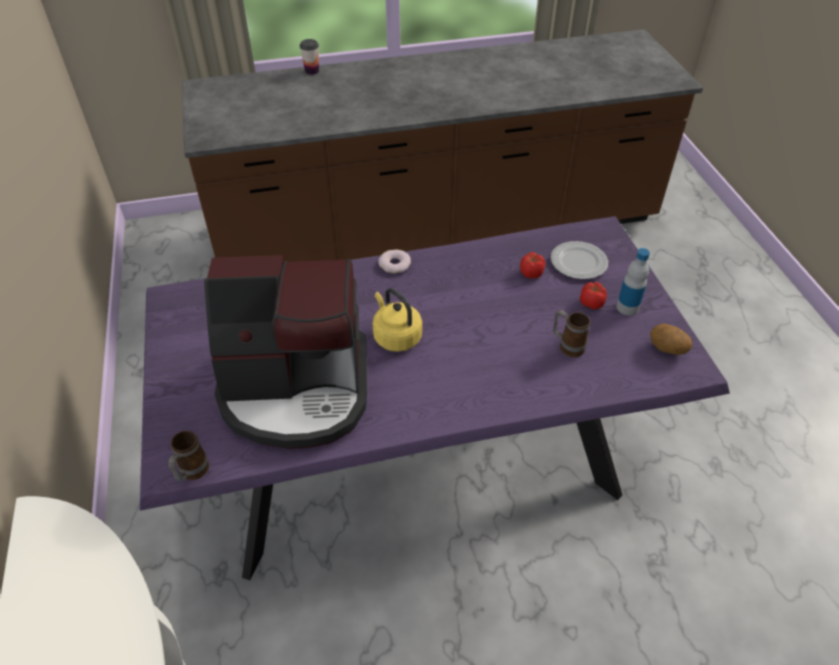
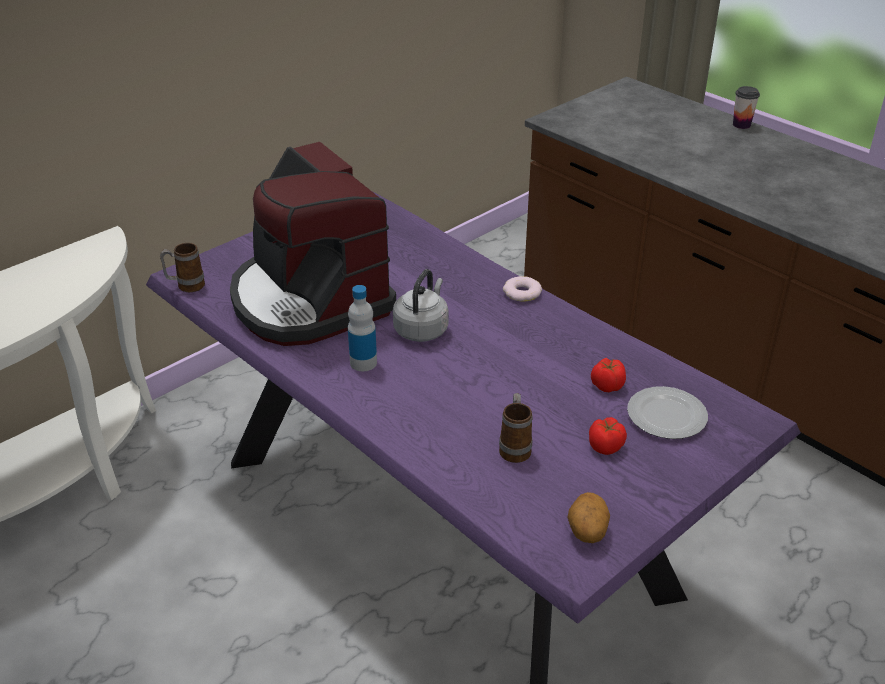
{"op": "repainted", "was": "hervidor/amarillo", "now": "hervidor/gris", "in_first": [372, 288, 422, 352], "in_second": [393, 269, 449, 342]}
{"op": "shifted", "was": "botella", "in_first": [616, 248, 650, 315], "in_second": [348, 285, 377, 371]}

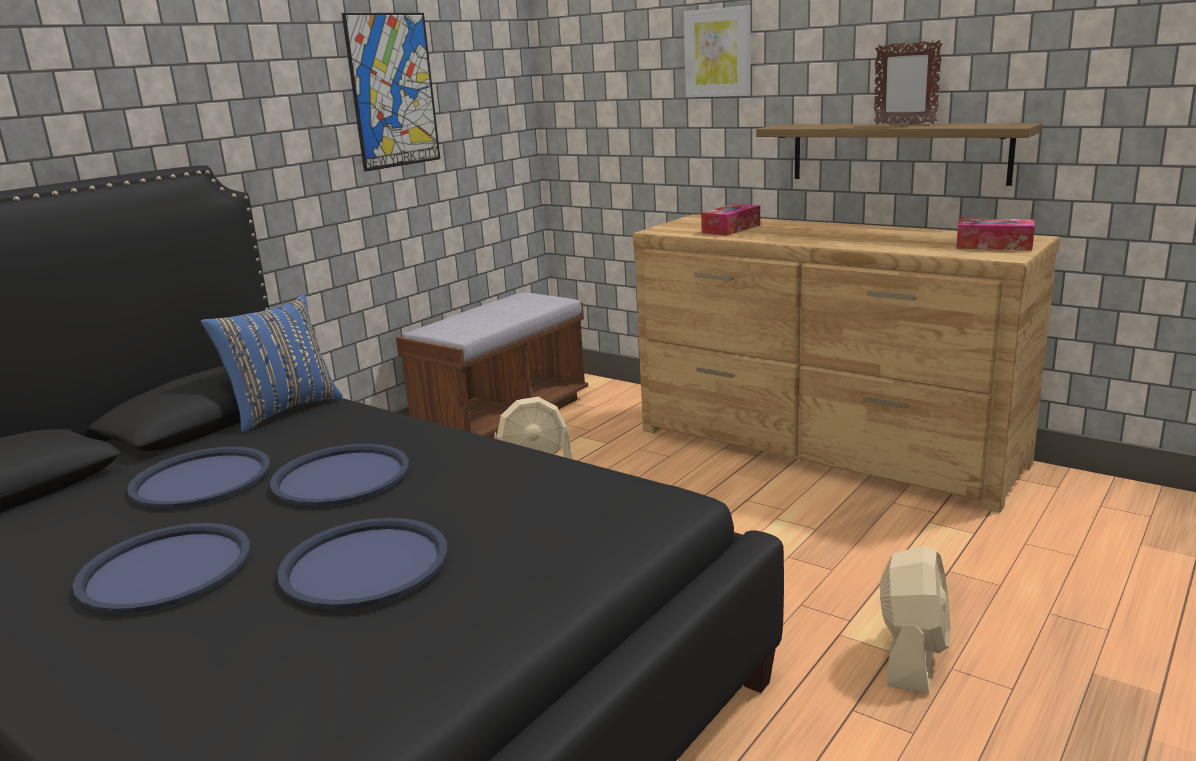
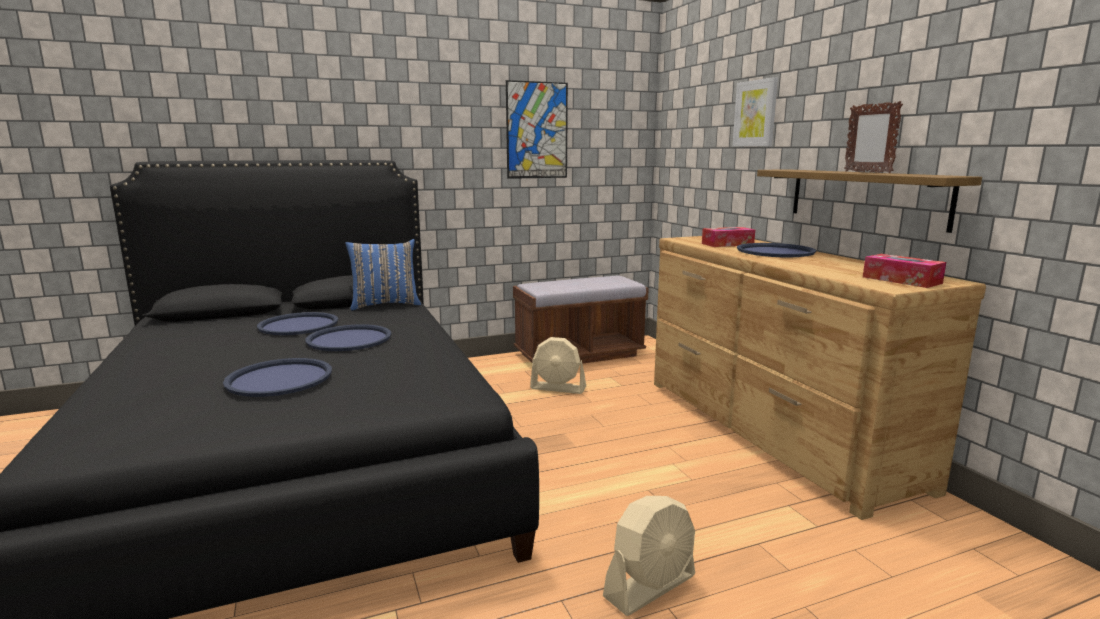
{"op": "shifted", "was": "bandeja/azul", "in_first": [72, 523, 250, 613], "in_second": [737, 243, 816, 257]}

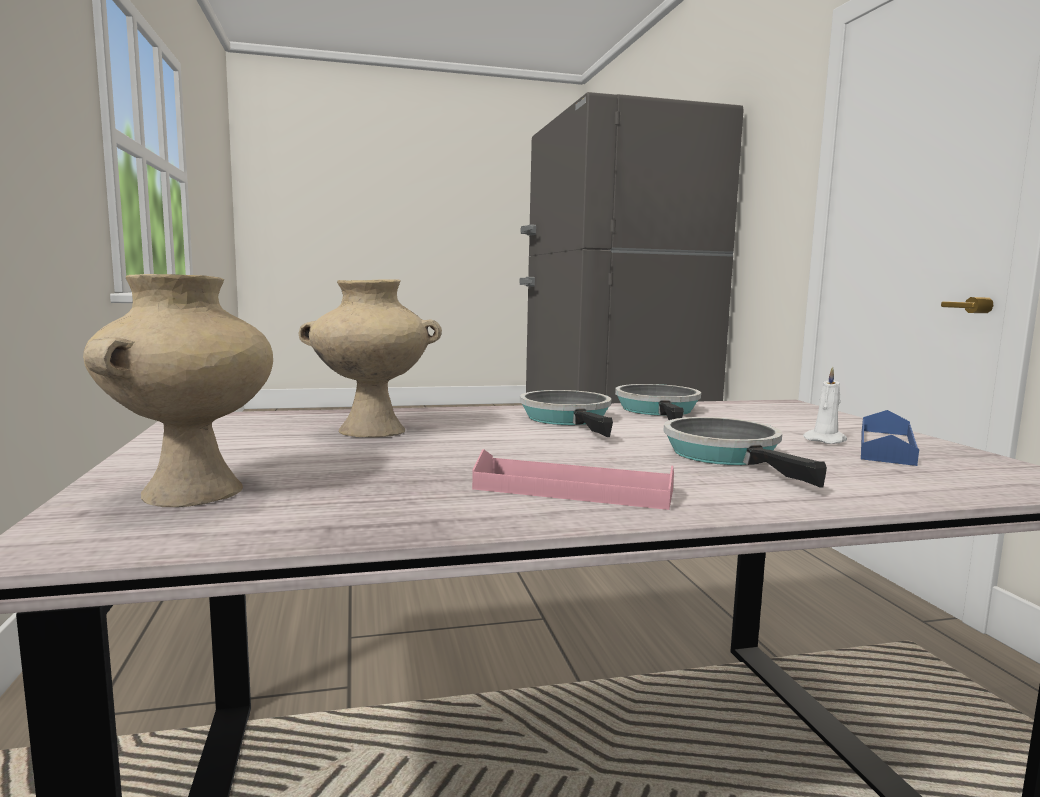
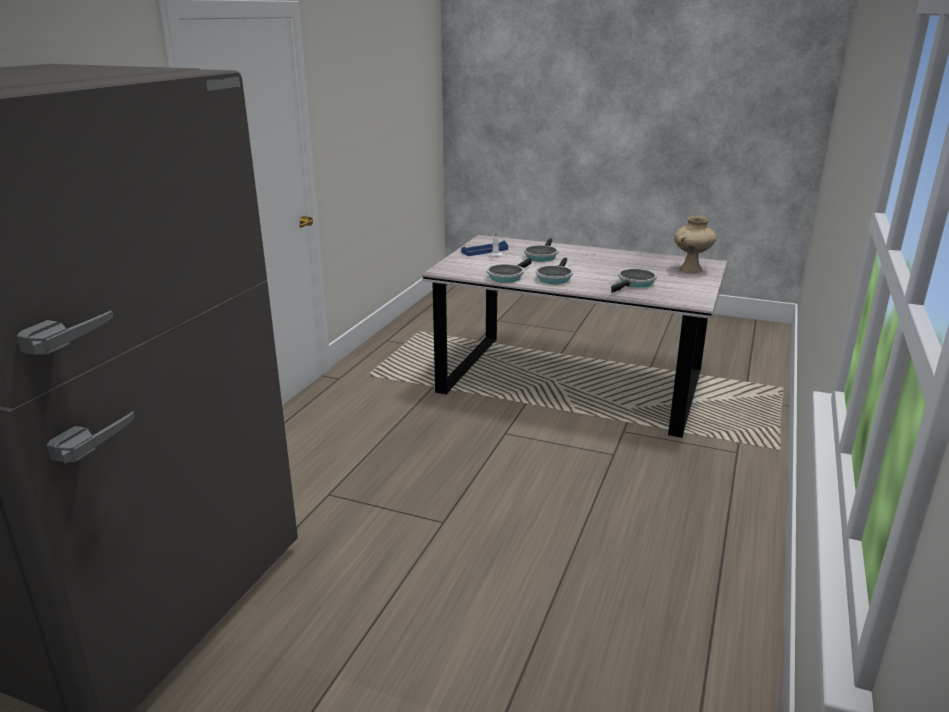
{"op": "swapped", "was": "florero/beis", "now": "sartén", "in_first": [298, 279, 442, 437], "in_second": [611, 269, 657, 293]}
{"op": "gone", "was": "bandeja/rosa", "in_first": [472, 449, 674, 510]}

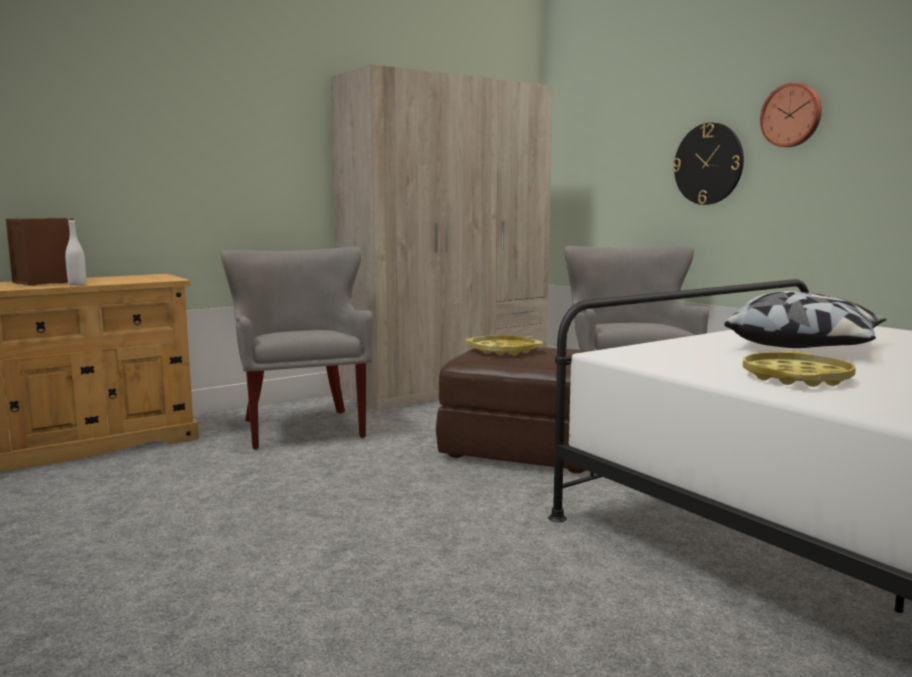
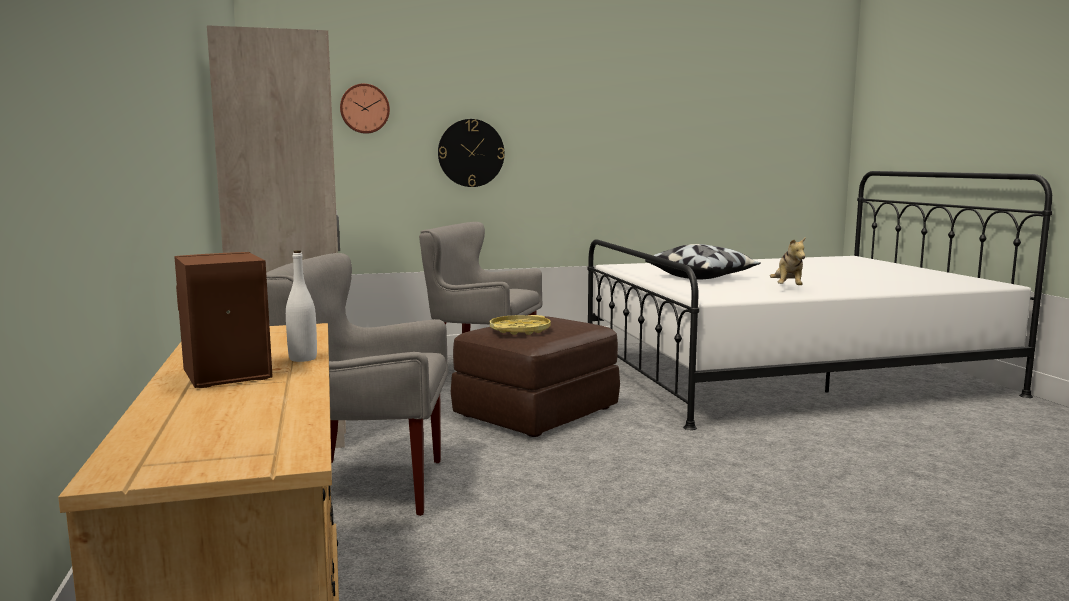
{"op": "swapped", "was": "bandeja/amarillo", "now": "peluche", "in_first": [743, 351, 856, 387], "in_second": [770, 237, 806, 285]}
{"op": "shifted", "was": "reloj de pared", "in_first": [760, 83, 822, 147], "in_second": [340, 83, 390, 134]}

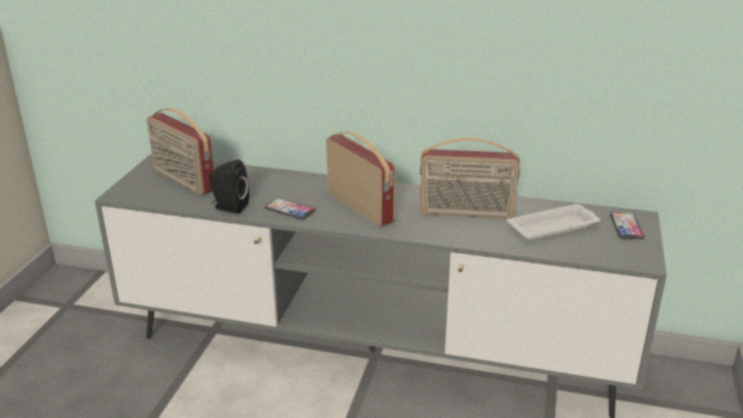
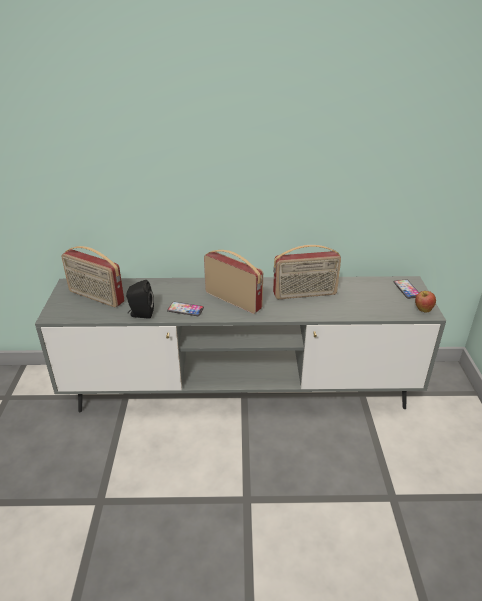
{"op": "gone", "was": "bandeja/blanco", "in_first": [507, 204, 600, 240]}
{"op": "new", "now": "manzana", "in_second": [415, 291, 436, 313]}

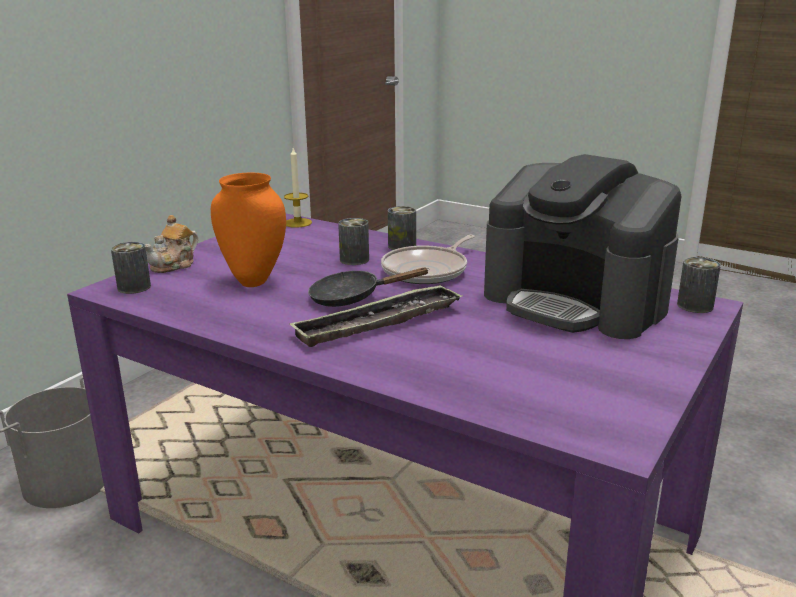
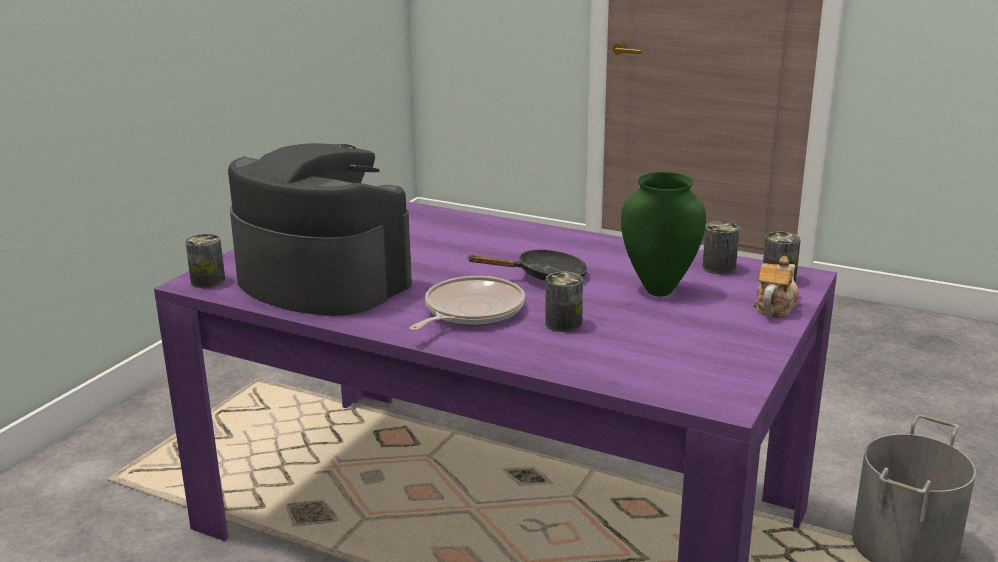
{"op": "repainted", "was": "florero/naranja", "now": "florero/verde", "in_first": [211, 173, 286, 287], "in_second": [621, 172, 706, 297]}
{"op": "gone", "was": "vela", "in_first": [284, 148, 312, 228]}
{"op": "gone", "was": "bandeja", "in_first": [289, 284, 463, 347]}
{"op": "shifted", "was": "lata", "in_first": [388, 206, 416, 250], "in_second": [702, 221, 739, 274]}

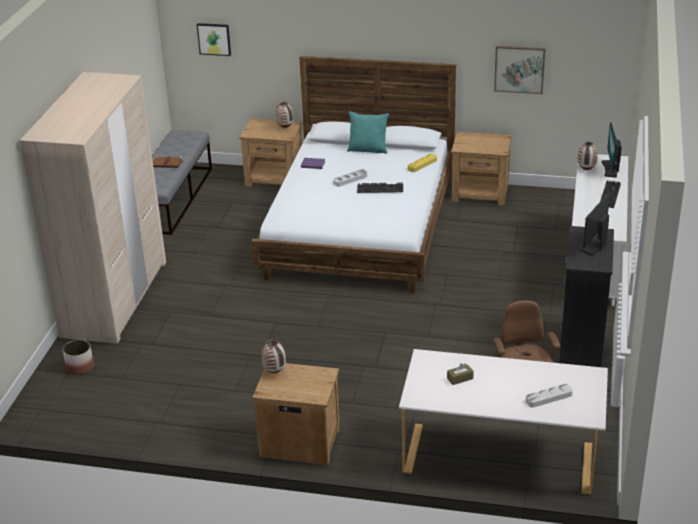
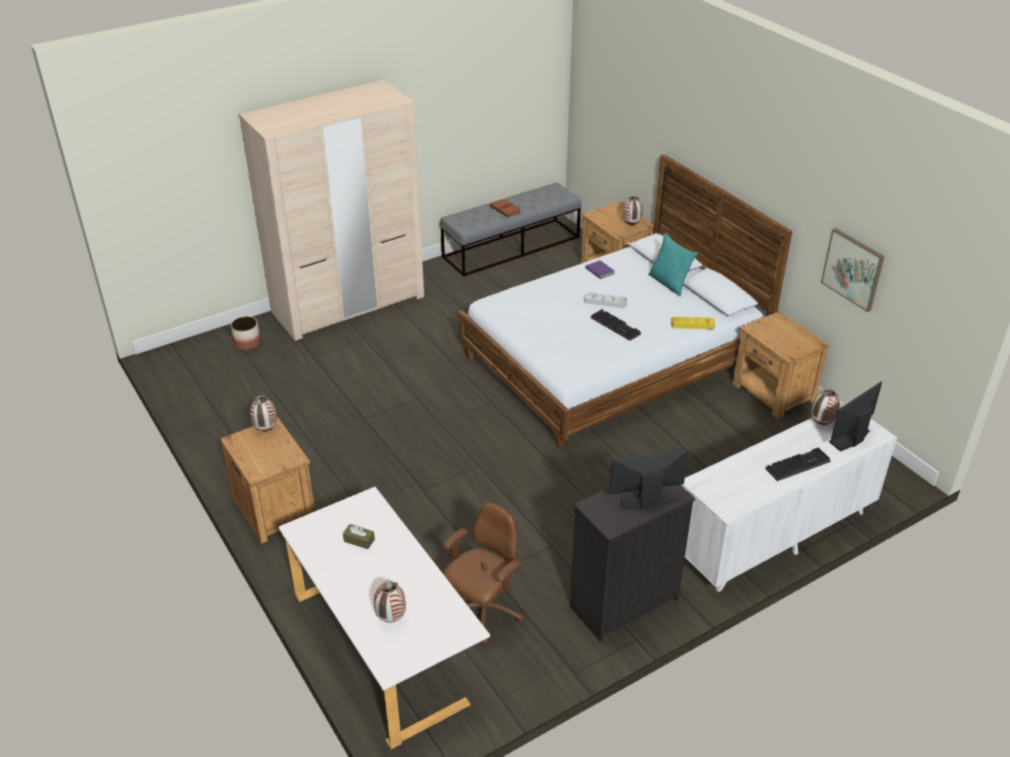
{"op": "gone", "was": "cuadro", "in_first": [197, 23, 231, 56]}
{"op": "swapped", "was": "bandeja/gris", "now": "florero", "in_first": [526, 384, 573, 408], "in_second": [374, 581, 406, 623]}

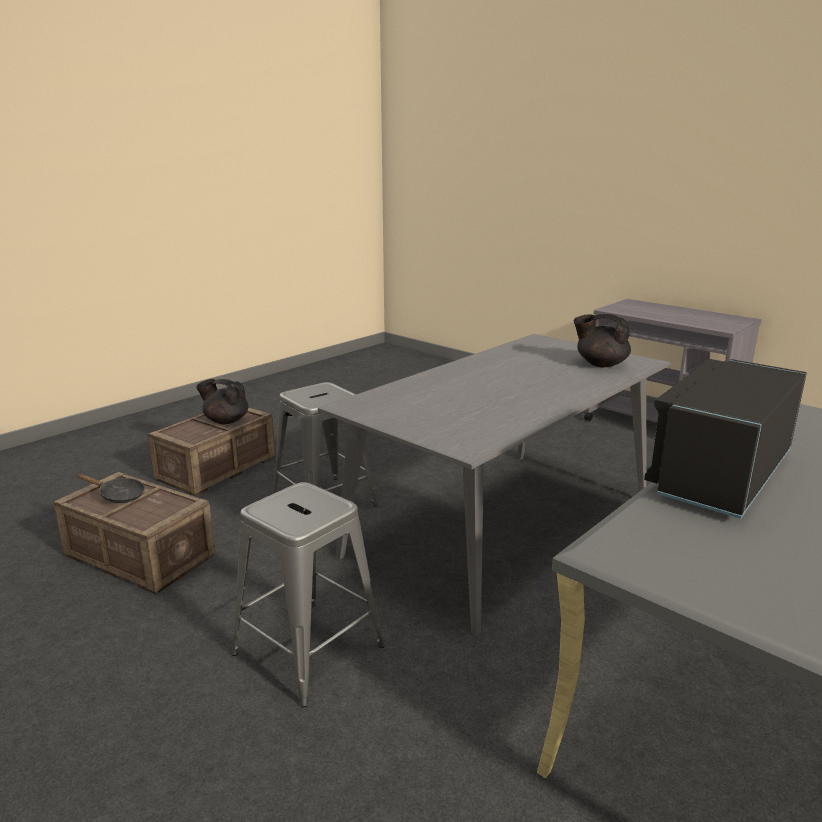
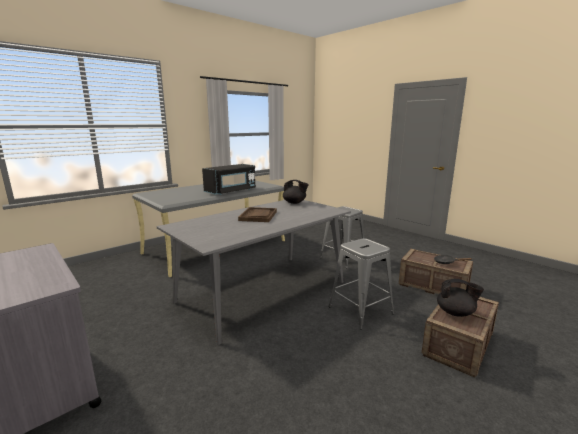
{"op": "shifted", "was": "tetera/negro", "in_first": [574, 314, 631, 367], "in_second": [283, 180, 309, 204]}
{"op": "new", "now": "bandeja/marrón", "in_second": [238, 207, 277, 222]}

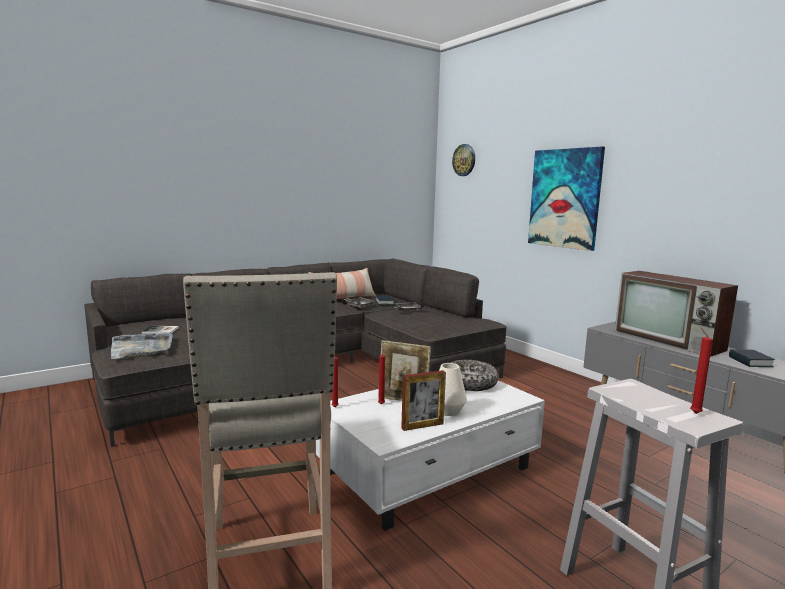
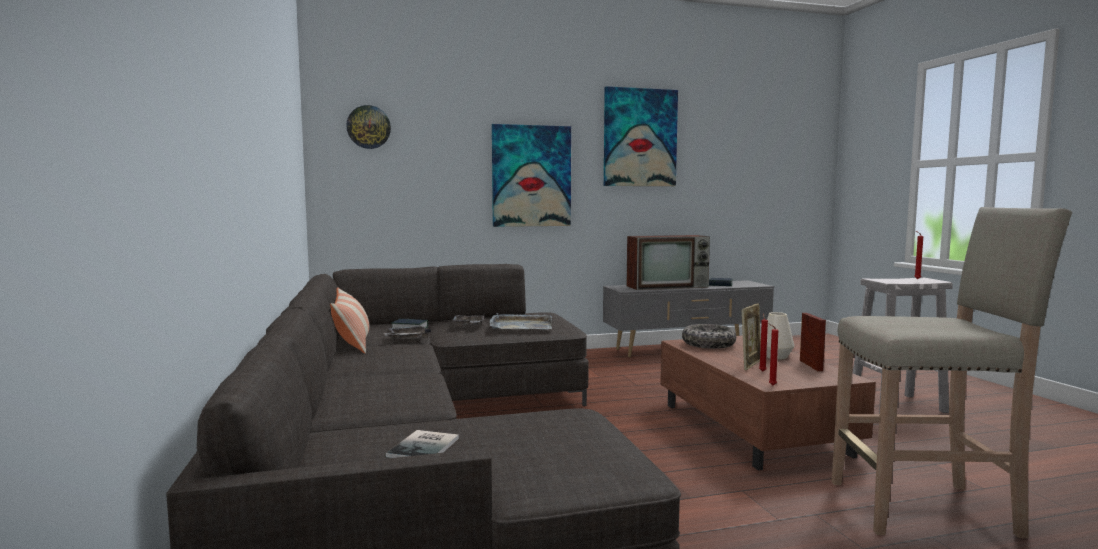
{"op": "shifted", "was": "bandeja/gris", "in_first": [111, 332, 173, 359], "in_second": [490, 313, 552, 330]}
{"op": "repainted", "was": "mesa de centro/blanco", "now": "mesa de centro/marrón", "in_first": [316, 380, 545, 531], "in_second": [660, 336, 876, 471]}
{"op": "new", "now": "cuadro", "in_second": [604, 86, 678, 186]}

